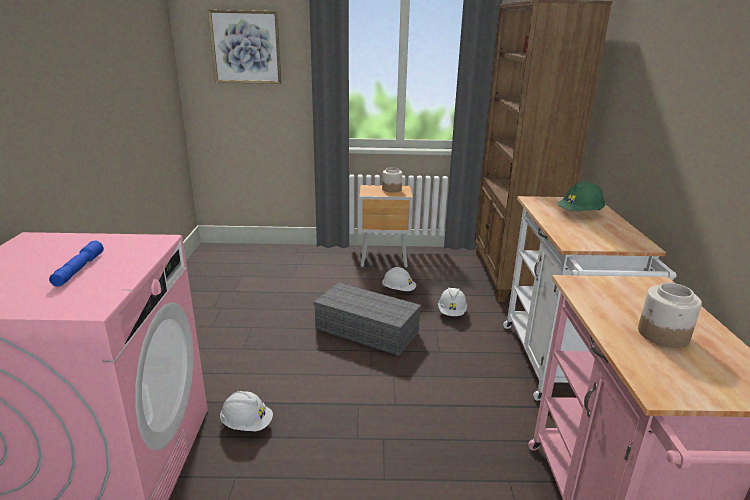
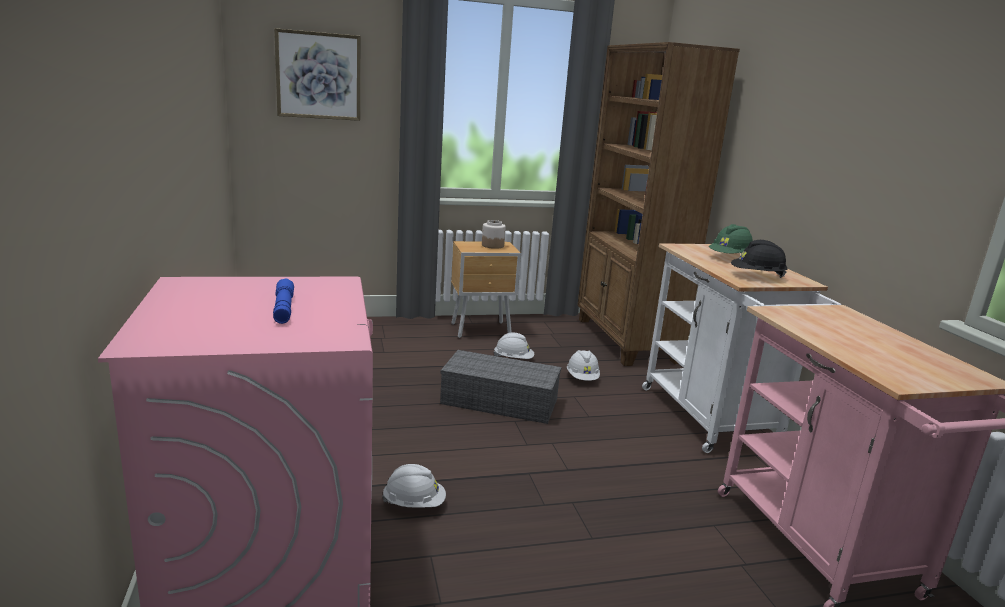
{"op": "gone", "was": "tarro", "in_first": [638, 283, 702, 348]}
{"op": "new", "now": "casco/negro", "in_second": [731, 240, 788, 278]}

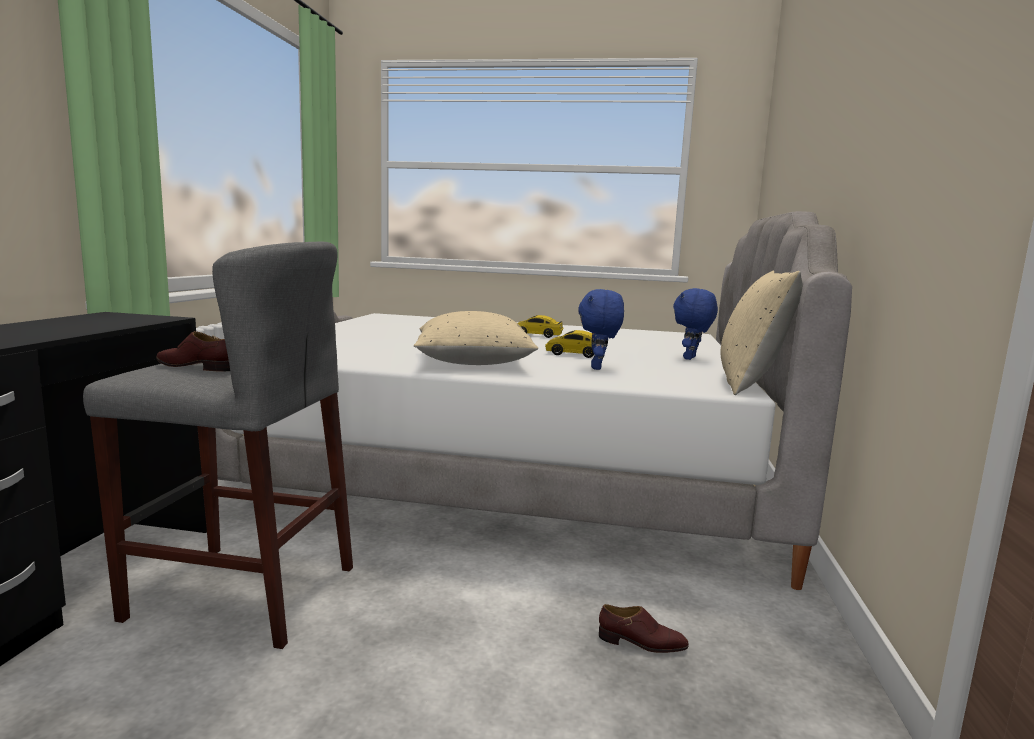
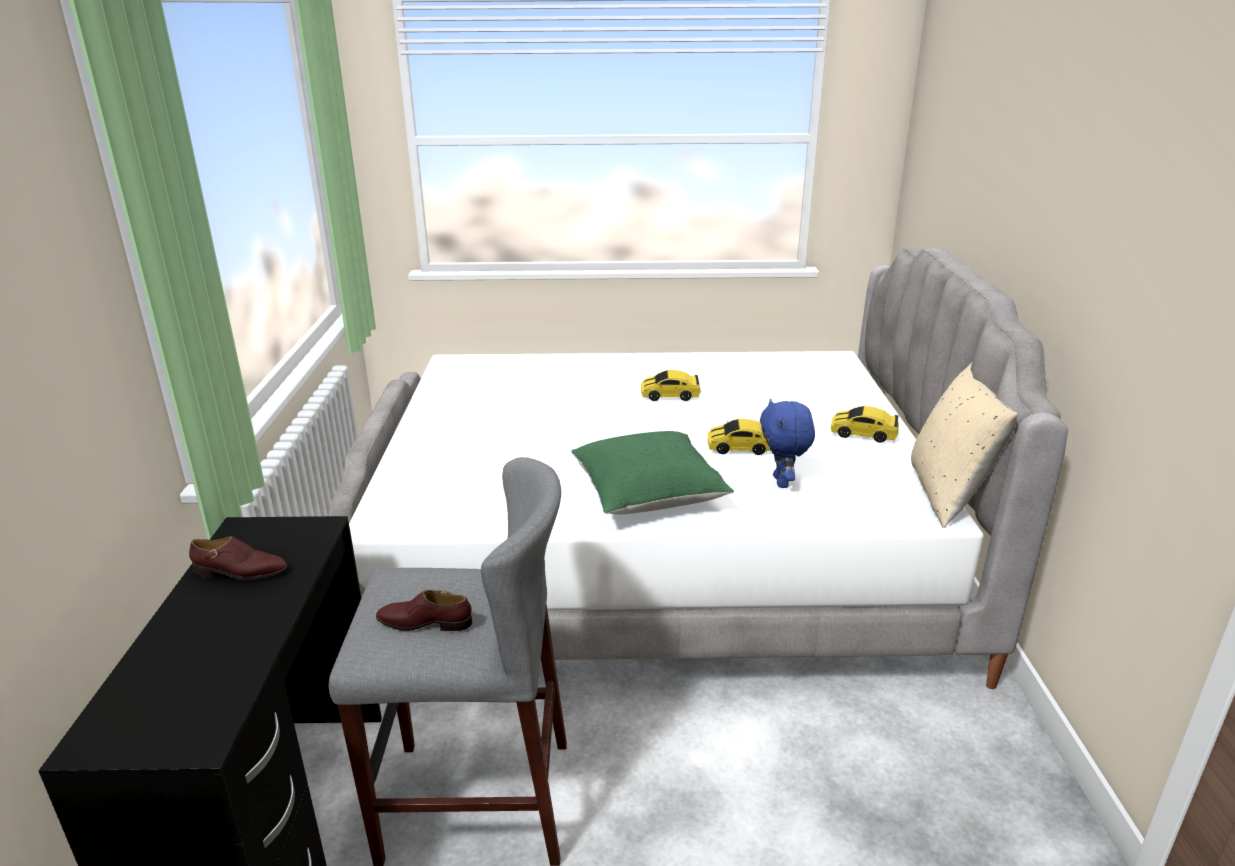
{"op": "repainted", "was": "cojín/beis", "now": "cojín/verde", "in_first": [414, 311, 538, 365], "in_second": [571, 431, 734, 515]}
{"op": "shifted", "was": "zapato/marrón", "in_first": [599, 604, 689, 653], "in_second": [189, 536, 287, 580]}
{"op": "swapped", "was": "peluche/azul", "now": "coche de juguete", "in_first": [673, 288, 718, 360], "in_second": [831, 406, 899, 443]}

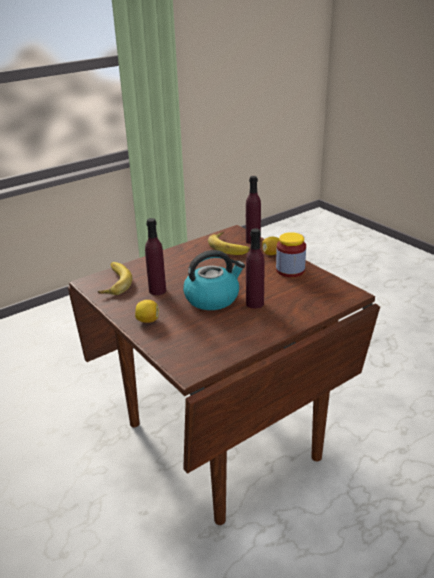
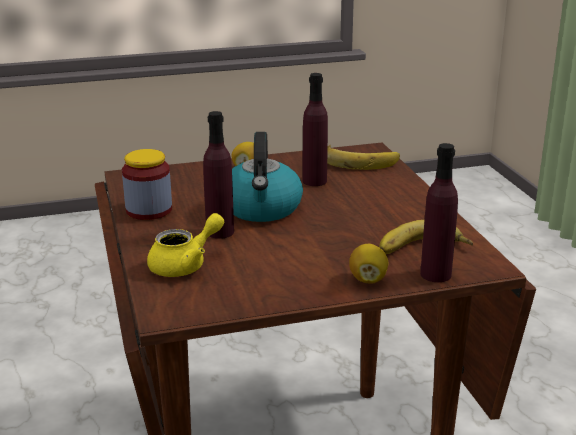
{"op": "shifted", "was": "tarro", "in_first": [276, 232, 306, 277], "in_second": [122, 149, 172, 220]}
{"op": "new", "now": "tetera/amarillo", "in_second": [147, 213, 224, 277]}

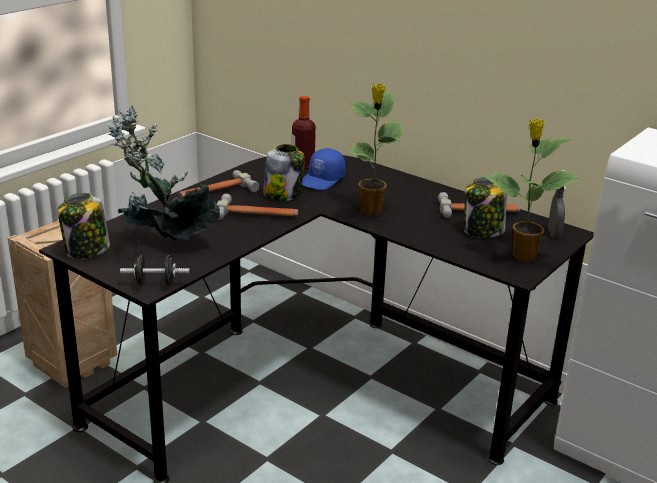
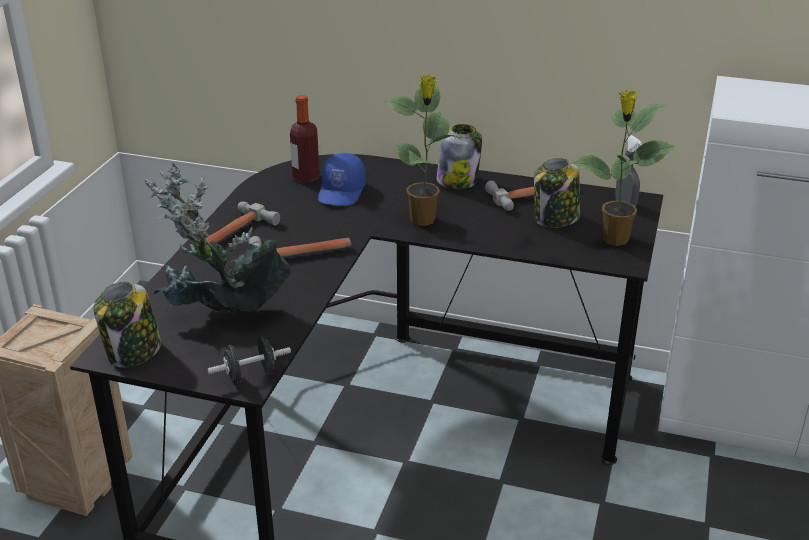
{"op": "shifted", "was": "tarro", "in_first": [263, 144, 305, 201], "in_second": [437, 124, 482, 189]}

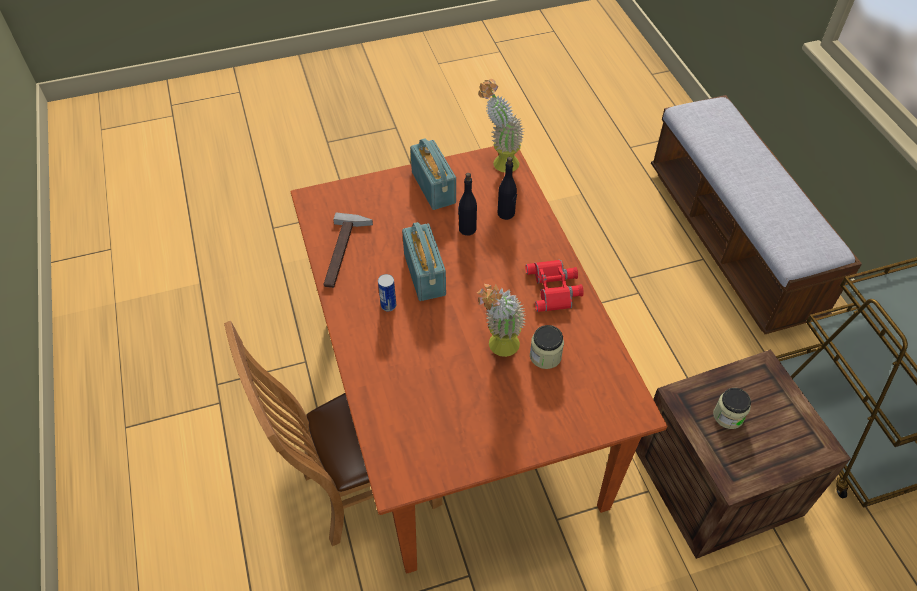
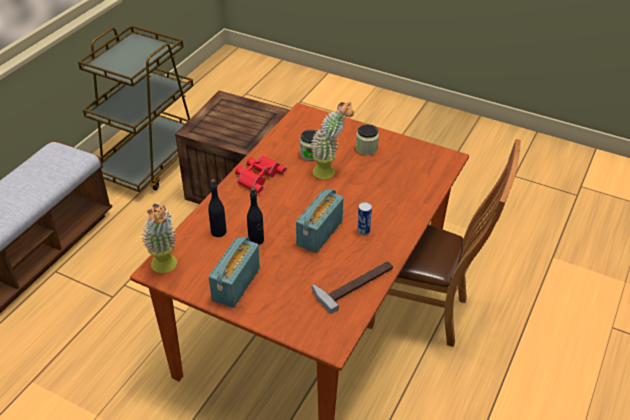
{"op": "shifted", "was": "tarro", "in_first": [713, 388, 751, 429], "in_second": [356, 124, 379, 155]}

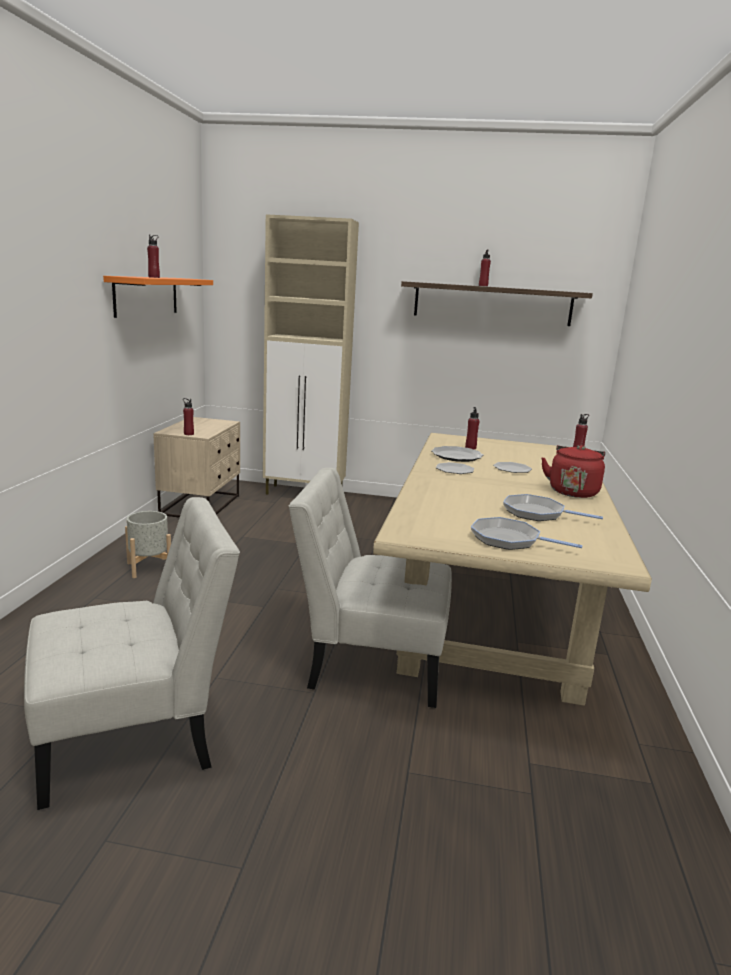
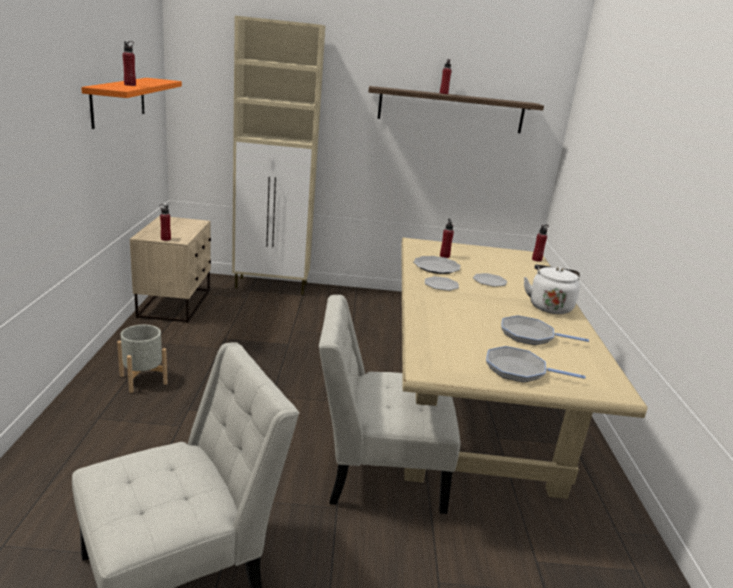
{"op": "repainted", "was": "hervidor/rojo", "now": "hervidor/blanco", "in_first": [541, 445, 606, 498], "in_second": [524, 264, 581, 314]}

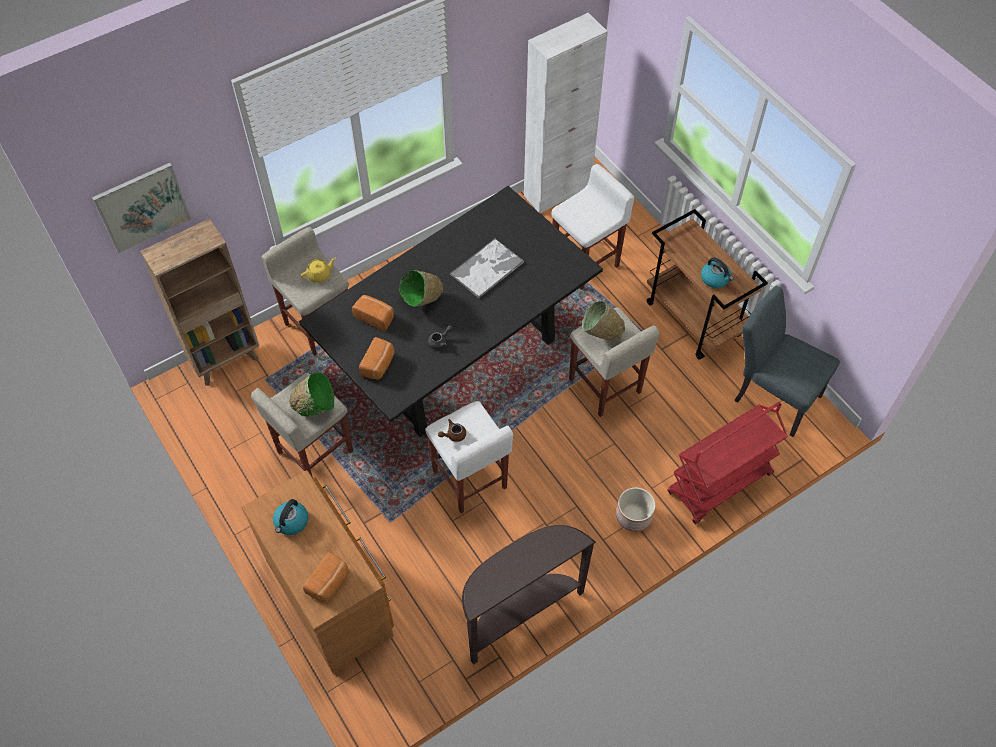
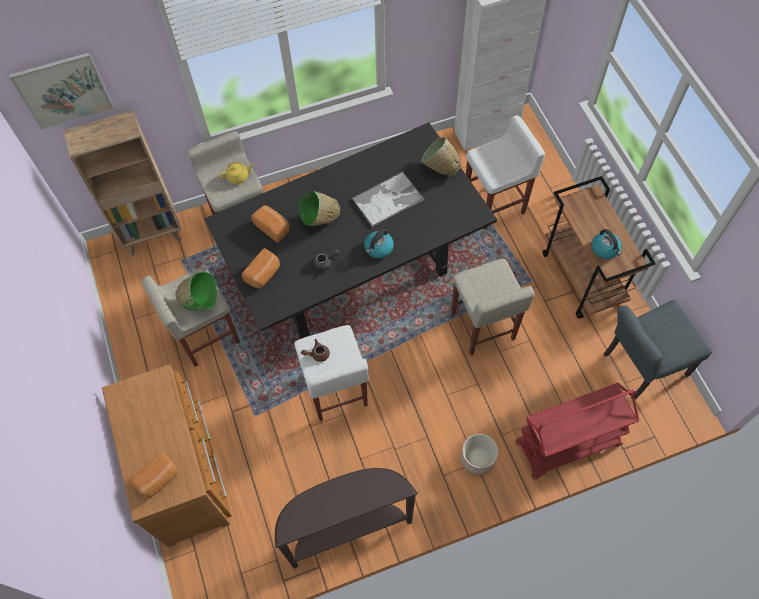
{"op": "shifted", "was": "hervidor", "in_first": [273, 499, 308, 535], "in_second": [364, 228, 394, 258]}
{"op": "shifted", "was": "cuenco/verde", "in_first": [582, 301, 625, 340], "in_second": [421, 137, 461, 176]}
{"op": "rotated", "was": "silla/gris", "in_first": [734, 286, 840, 437], "in_second": [604, 300, 712, 399], "clockwise": -75}

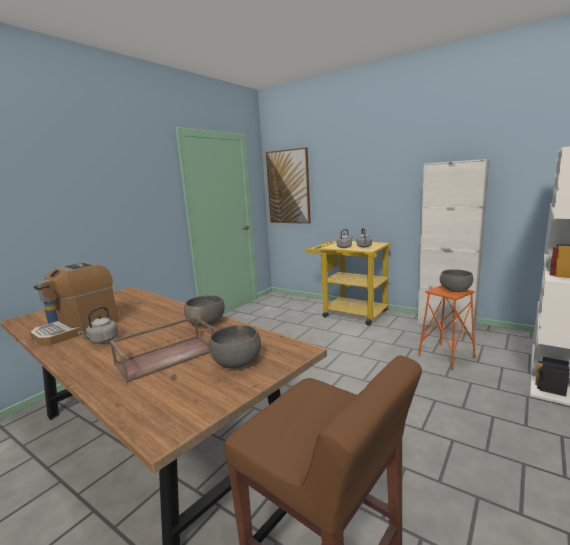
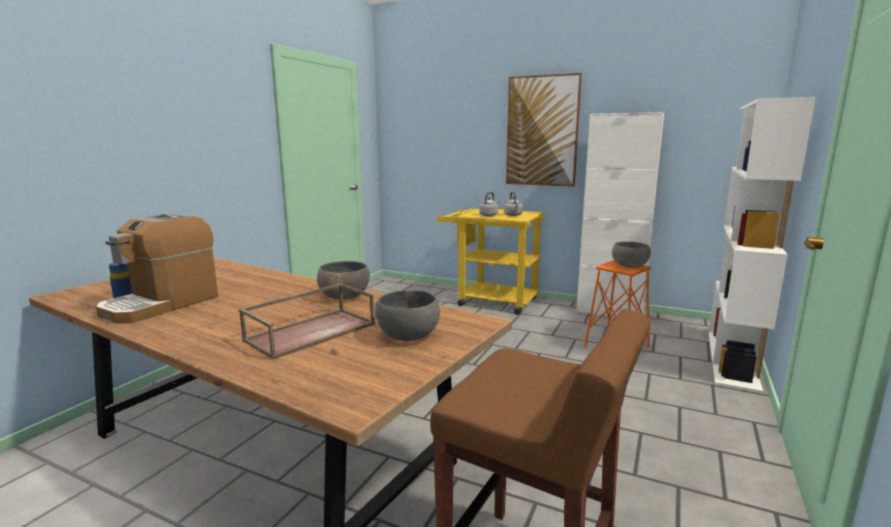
{"op": "gone", "was": "hervidor/gris", "in_first": [77, 306, 119, 344]}
{"op": "shifted", "was": "cuadro", "in_first": [266, 148, 311, 224], "in_second": [506, 73, 582, 187]}

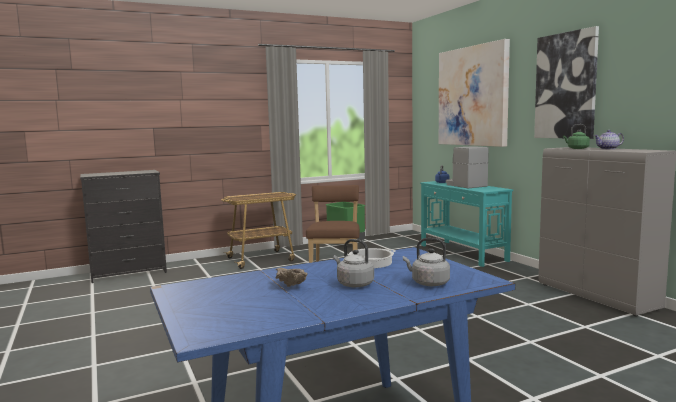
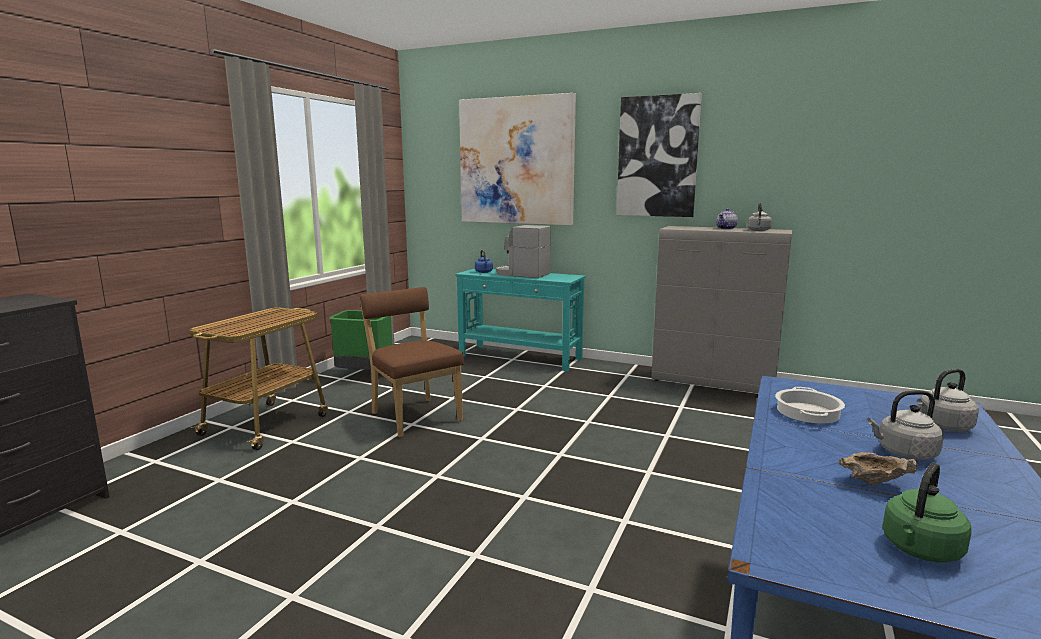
{"op": "shifted", "was": "hervidor/verde", "in_first": [563, 124, 590, 149], "in_second": [882, 463, 971, 562]}
{"op": "new", "now": "hervidor/gris", "in_second": [747, 202, 772, 231]}

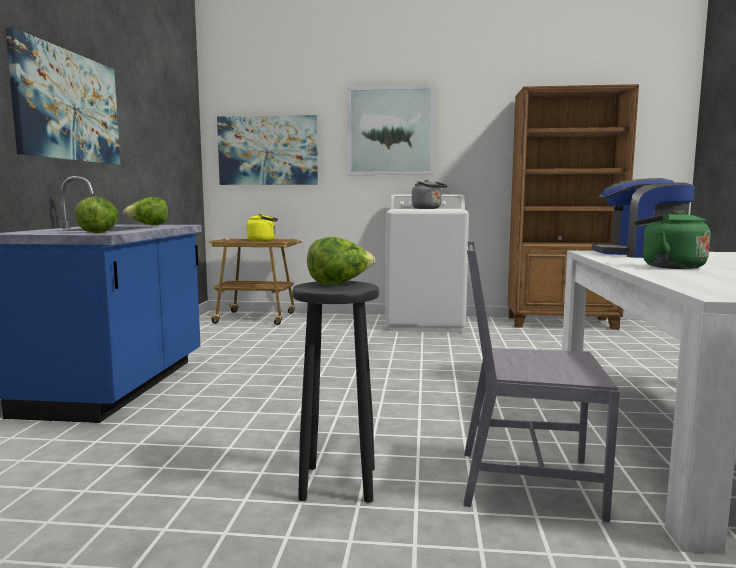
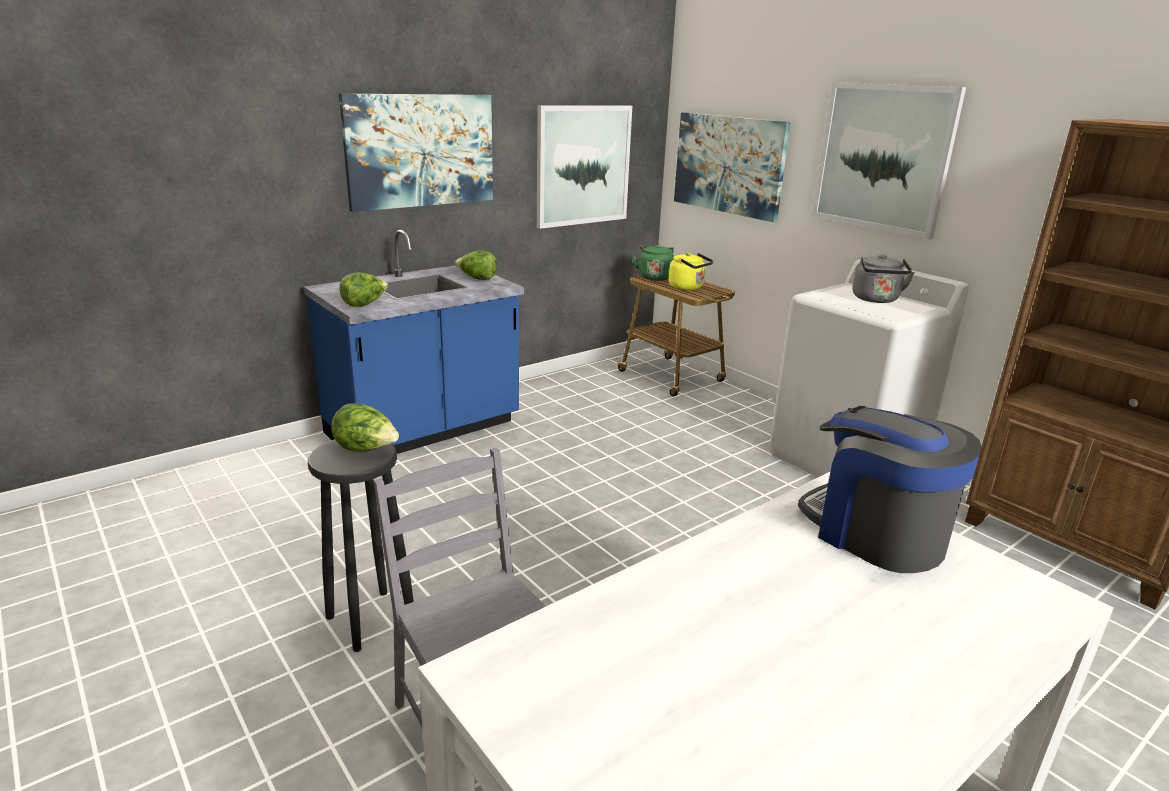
{"op": "shifted", "was": "hervidor/verde", "in_first": [634, 210, 710, 269], "in_second": [632, 244, 674, 281]}
{"op": "new", "now": "cuadro", "in_second": [537, 106, 632, 229]}

